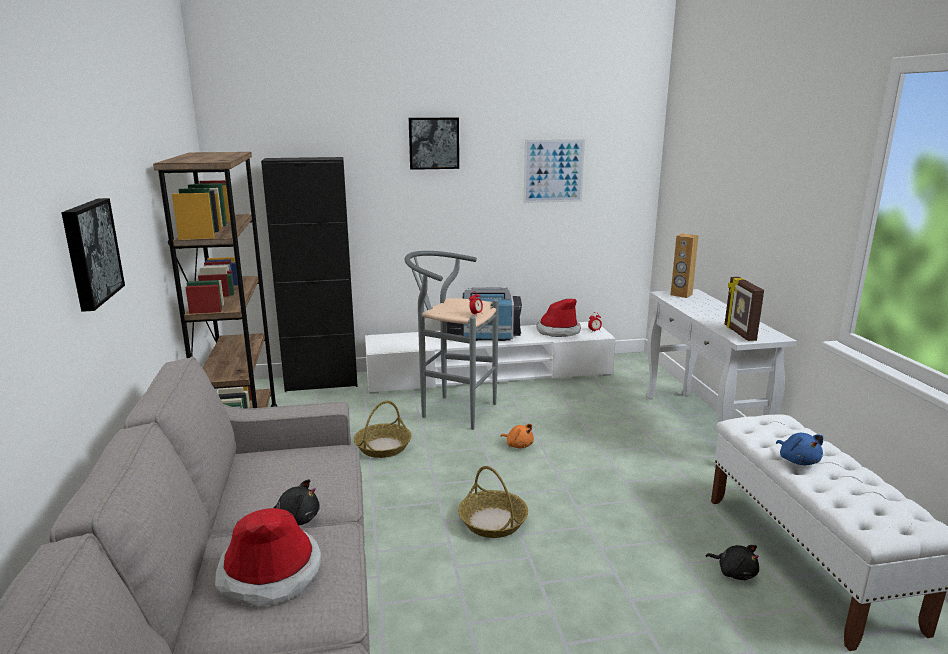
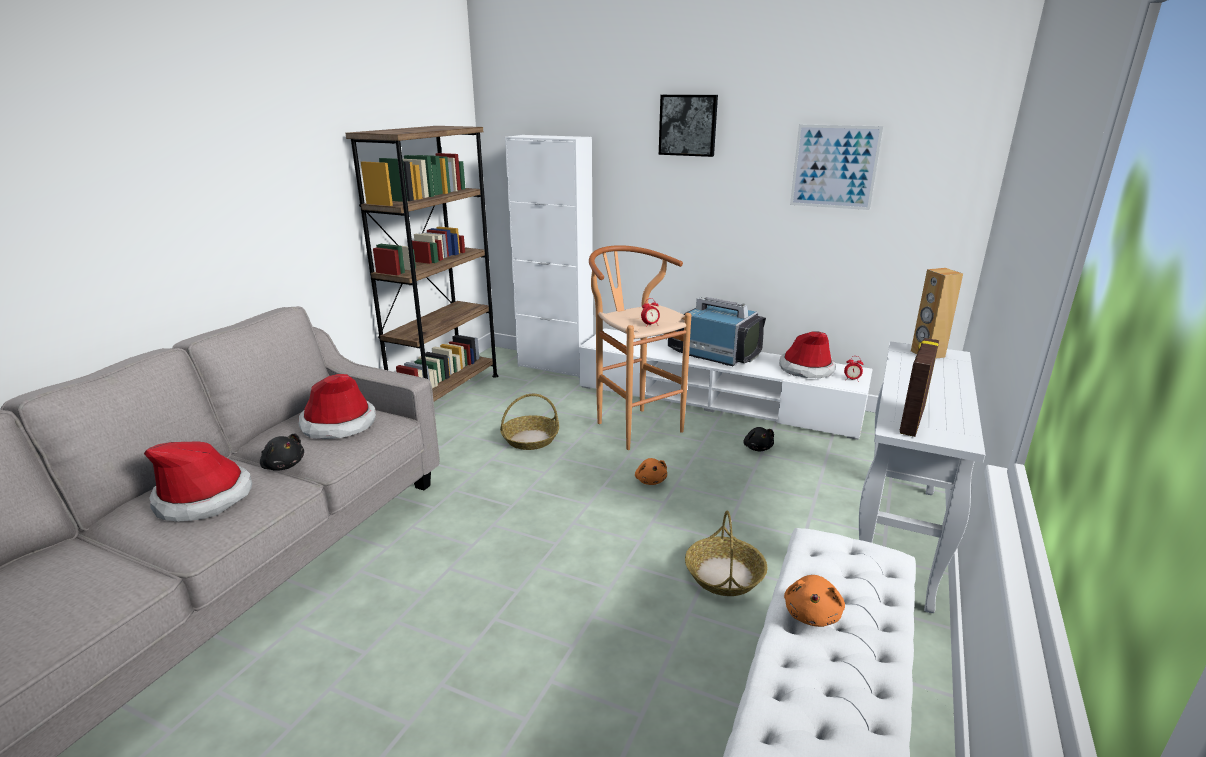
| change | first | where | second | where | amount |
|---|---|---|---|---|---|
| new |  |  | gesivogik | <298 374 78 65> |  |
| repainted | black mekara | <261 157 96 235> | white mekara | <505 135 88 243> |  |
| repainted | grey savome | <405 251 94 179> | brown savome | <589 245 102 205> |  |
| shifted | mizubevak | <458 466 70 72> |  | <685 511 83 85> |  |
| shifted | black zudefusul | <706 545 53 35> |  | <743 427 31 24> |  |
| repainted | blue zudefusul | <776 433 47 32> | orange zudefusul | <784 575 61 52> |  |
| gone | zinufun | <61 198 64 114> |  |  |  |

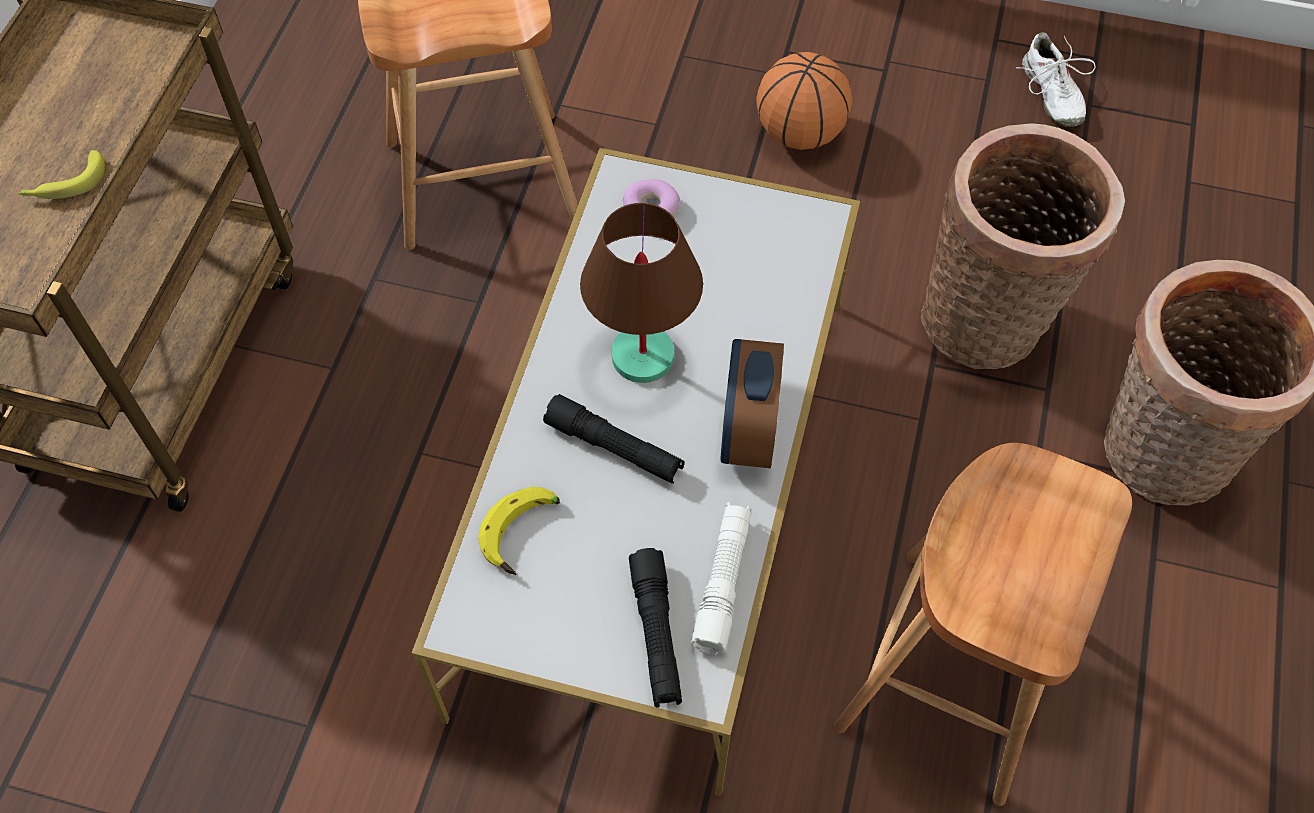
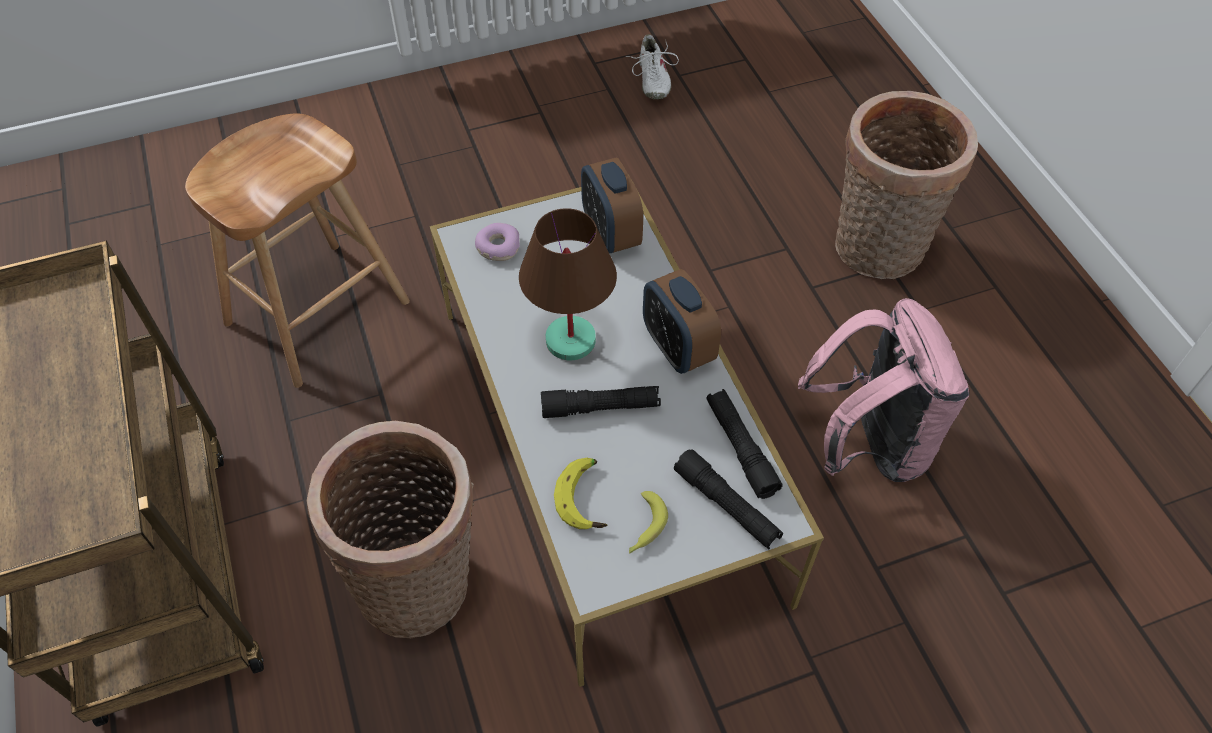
| change | first | where | second | where | amount |
|---|---|---|---|---|---|
| shifted | mizubevak | <921 123 204 246> |  | <307 421 167 217> |  |
| new |  |  | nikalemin | <581 157 62 97> |  |
| rotated | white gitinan | <1015 32 81 95> |  | <626 34 53 65> | 45 degrees clockwise |
| shifted | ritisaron | <18 150 87 49> |  | <629 491 39 63> |  |
| repainted | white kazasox | <691 502 61 153> | black kazasox | <706 389 77 110> |  |
| swapped | brown savome | <834 443 298 363> | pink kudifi | <798 298 171 184> |  |
| gone | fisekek | <756 52 97 98> |  |  |  |

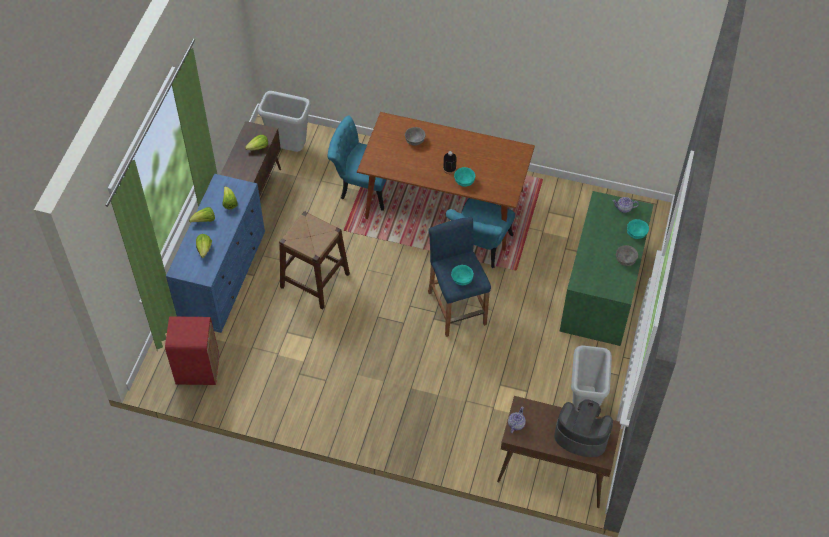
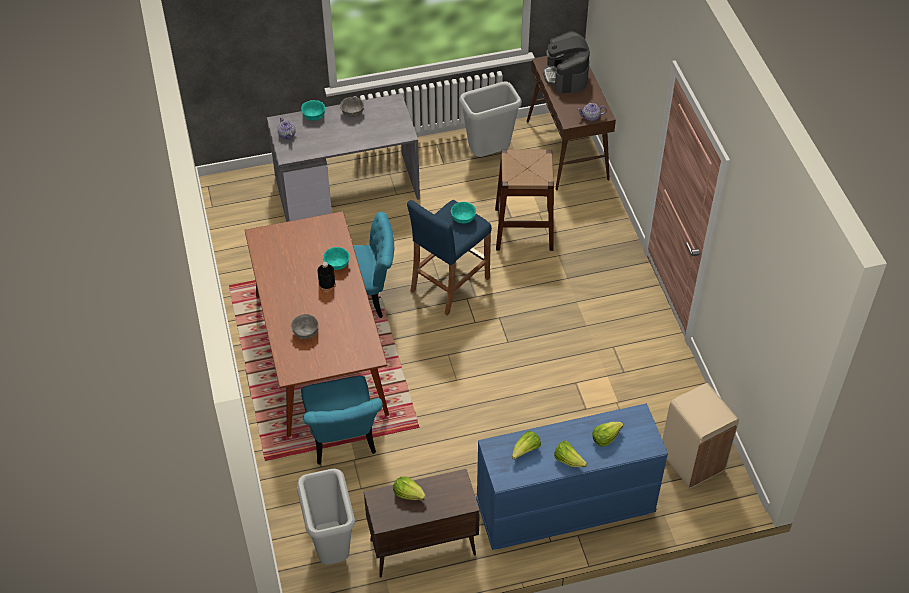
| change | first | where | second | where | amount |
|---|---|---|---|---|---|
| repainted | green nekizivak | <559 191 95 155> | grey nekizivak | <267 94 153 128> |  |
| shifted | brown savome | <279 211 71 98> |  | <495 149 59 102> |  |
| repainted | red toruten | <165 316 54 69> | beige toruten | <662 383 77 105> |  |

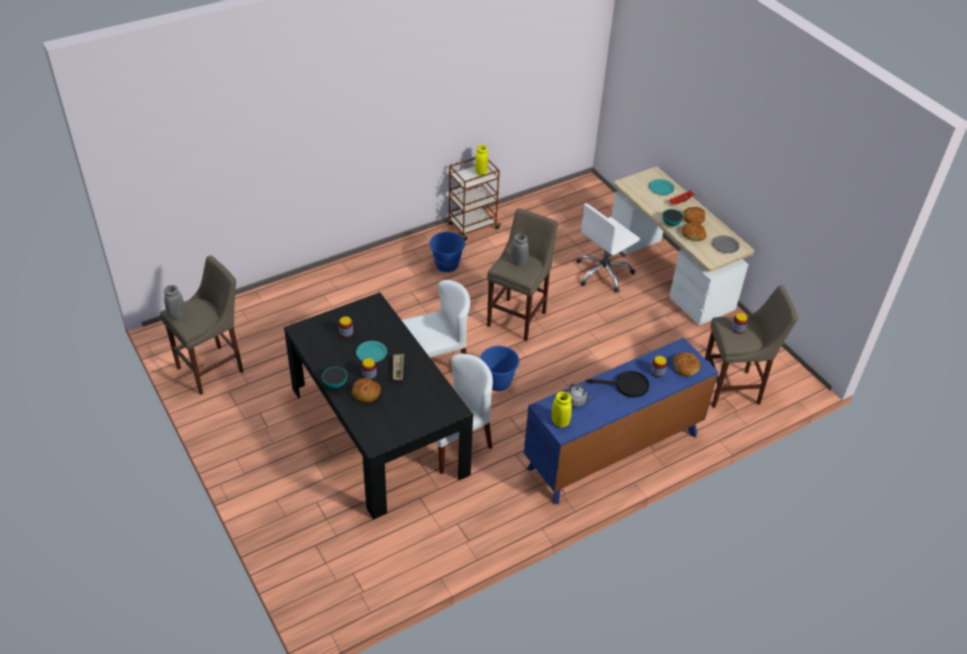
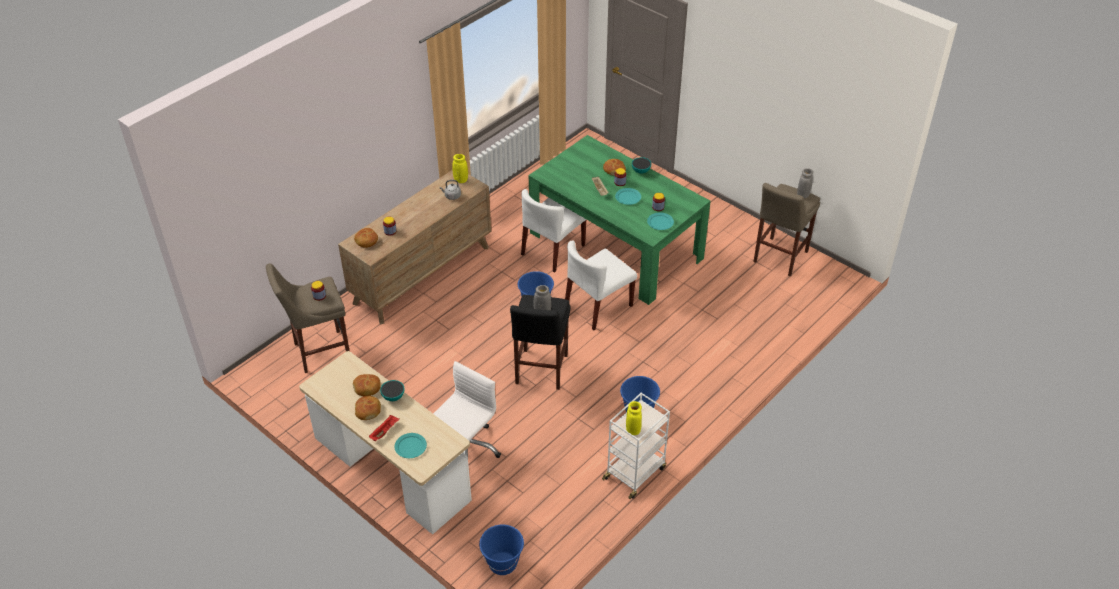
| change | first | where | second | where | amount |
|---|---|---|---|---|---|
| repainted | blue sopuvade | <524 337 194 167> | brown sopuvade | <338 170 153 154> |  |
| new |  |  | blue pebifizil | <479 524 45 51> |  |
| repainted | beige savome | <487 208 71 133> | black savome | <510 295 60 95> |  |
| repainted | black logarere | <284 292 189 228> | green logarere | <529 135 182 170> |  |
| repainted | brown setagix | <447 157 55 84> | white setagix | <602 393 68 107> |  |
| new |  |  | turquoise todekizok | <647 212 27 18> |  |
| gone | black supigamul | <587 371 62 26> |  |  |  |
| gone | grey todekizok | <712 235 28 18> |  |  |  |

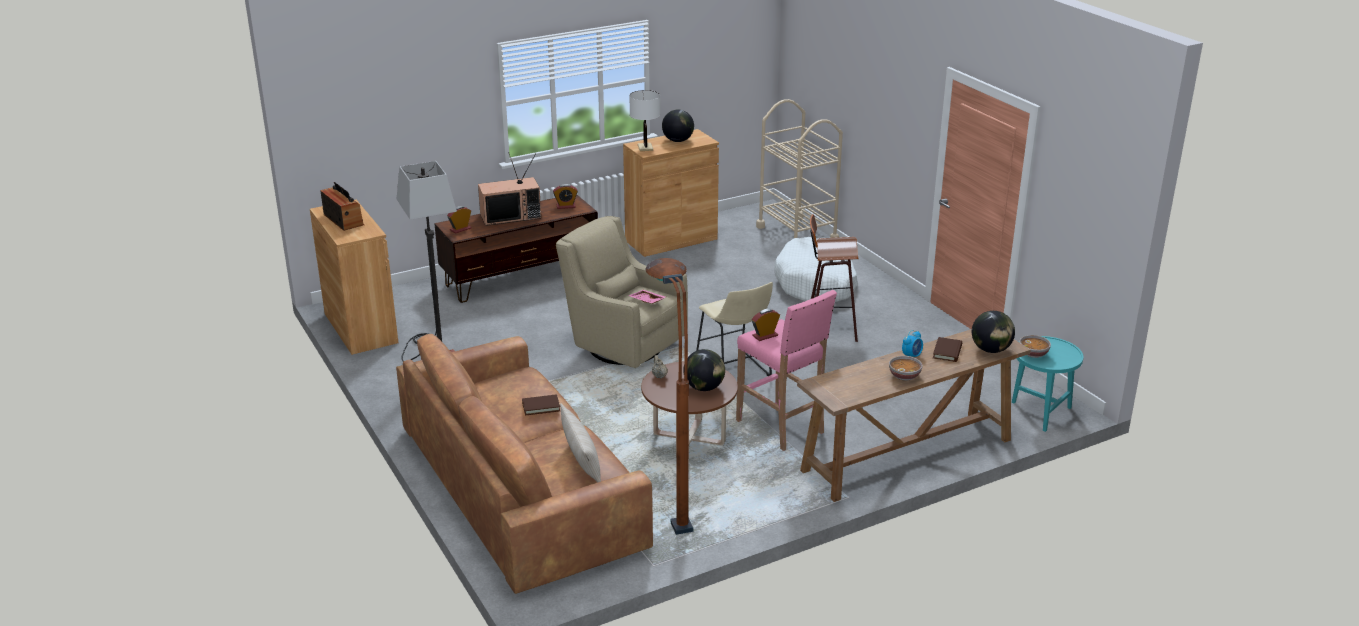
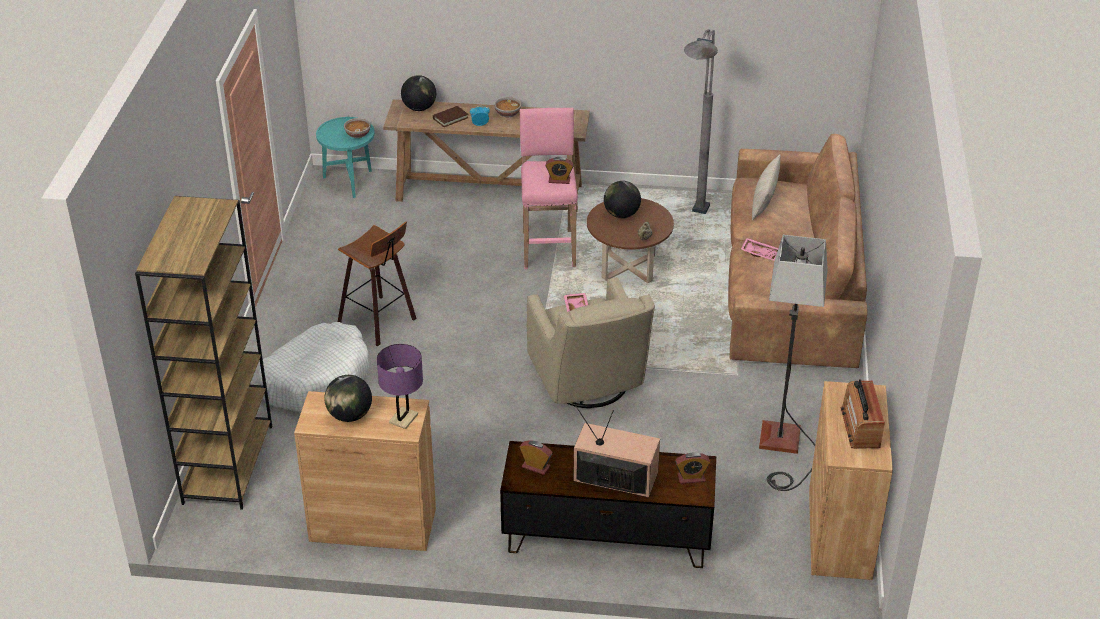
| change | first | where | second | where | amount |
|---|---|---|---|---|---|
| swapped | beige setagix | <756 99 87 139> | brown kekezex | <135 196 137 314> |  |
| repainted | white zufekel | <629 90 31 61> | purple zufekel | <377 344 46 85> |  |
| repainted | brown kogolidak | <645 258 48 277> | grey kogolidak | <684 29 34 185> |  |
| swapped | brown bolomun | <522 394 38 22> | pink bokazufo | <741 238 37 23> |  |
| gone | beige savome | <696 282 77 94> |  |  |  |

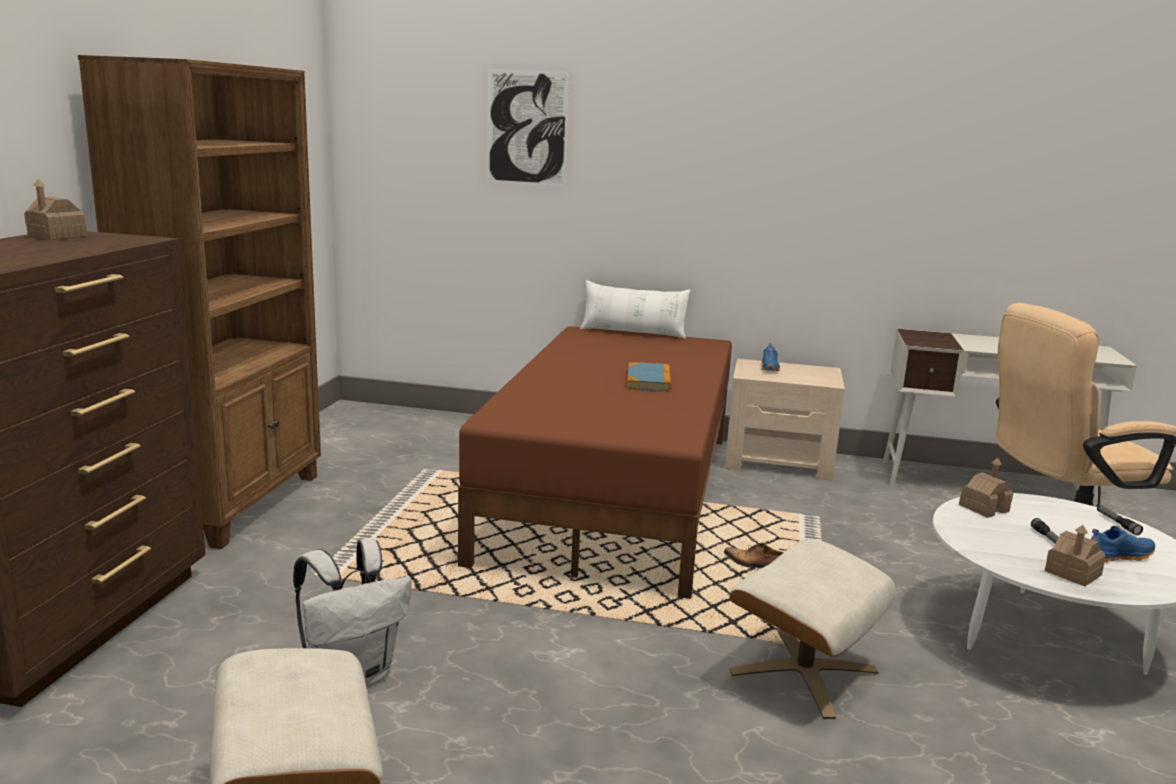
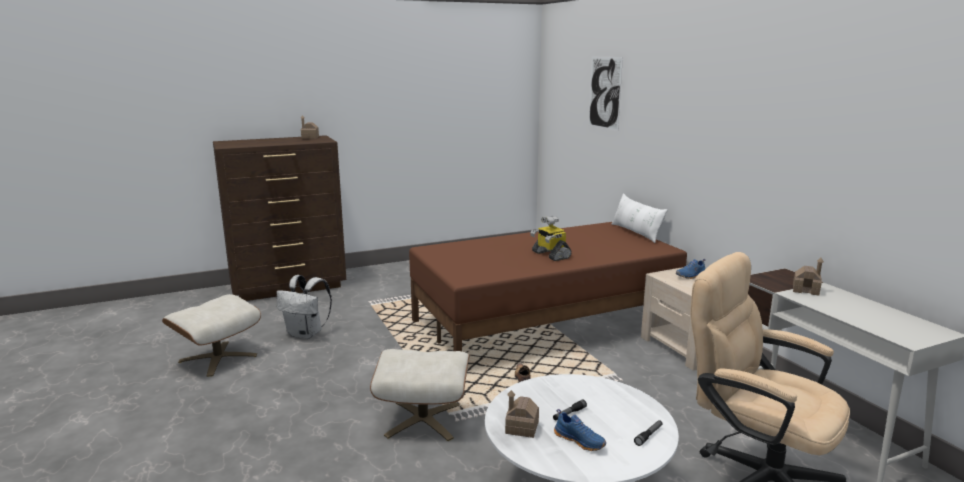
| change | first | where | second | where | amount |
|---|---|---|---|---|---|
| swapped | bolomun | <627 362 44 30> | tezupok | <530 216 42 45> |  |
| shifted | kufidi | <959 458 54 60> |  | <793 258 31 38> |  |
| gone | brown kekezex | <78 55 243 494> |  |  |  |

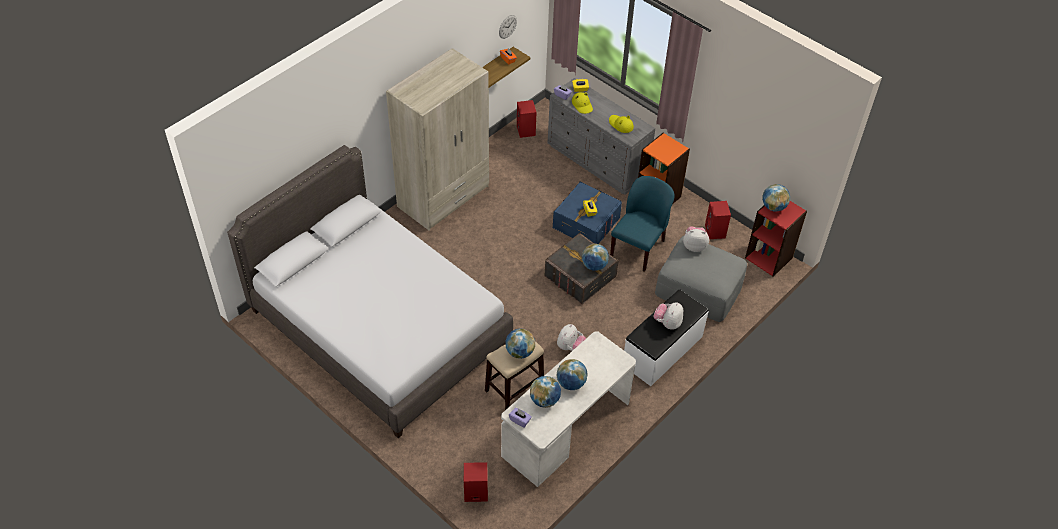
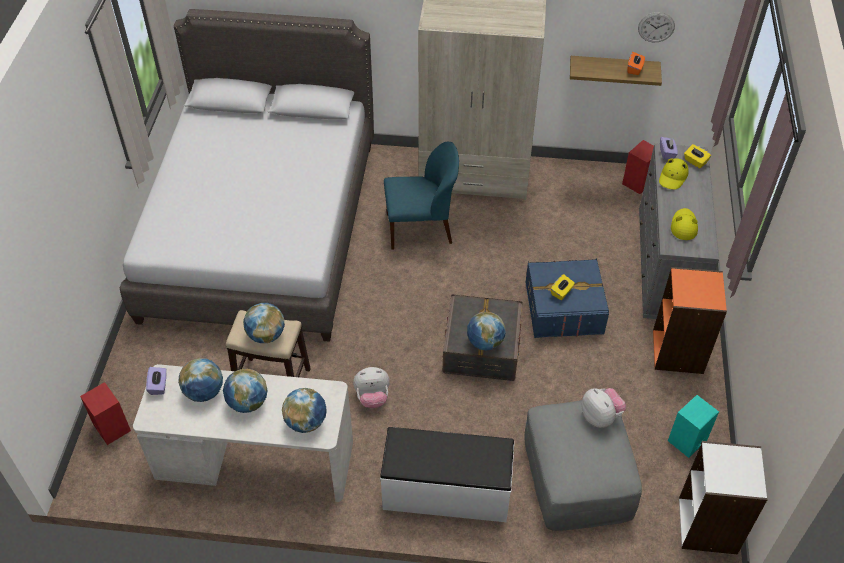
| change | first | where | second | where | amount |
|---|---|---|---|---|---|
| shifted | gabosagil | <762 184 28 27> |  | <282 388 45 45> |  |
| shifted | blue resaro | <610 176 65 96> |  | <384 142 75 108> |  |
| repainted | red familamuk | <705 201 26 38> | turquoise familamuk | <668 395 51 63> |  |
| repainted | red kekezex | <745 201 62 76> | white kekezex | <679 441 88 114> |  |
| gone | zudefusul | <654 302 29 28> |  |  |  |

